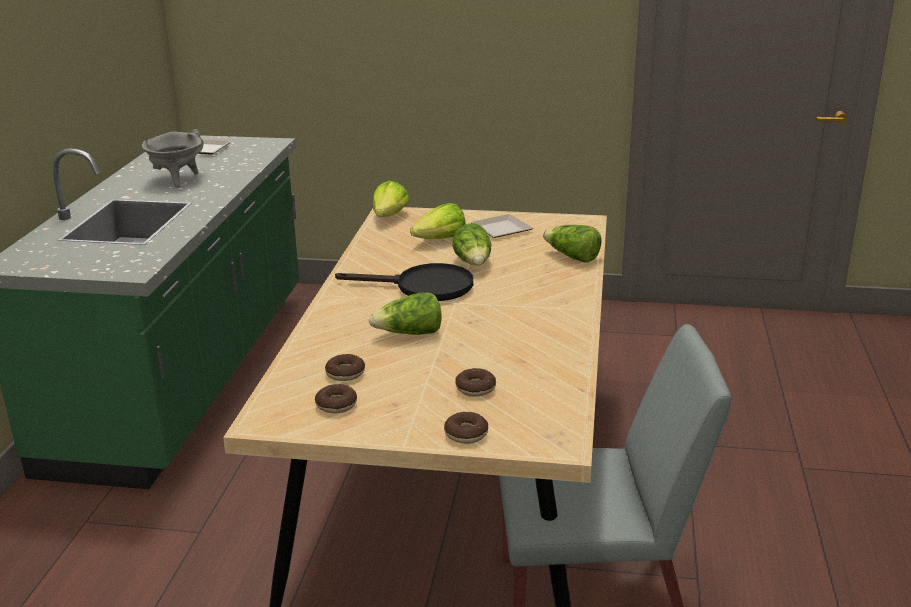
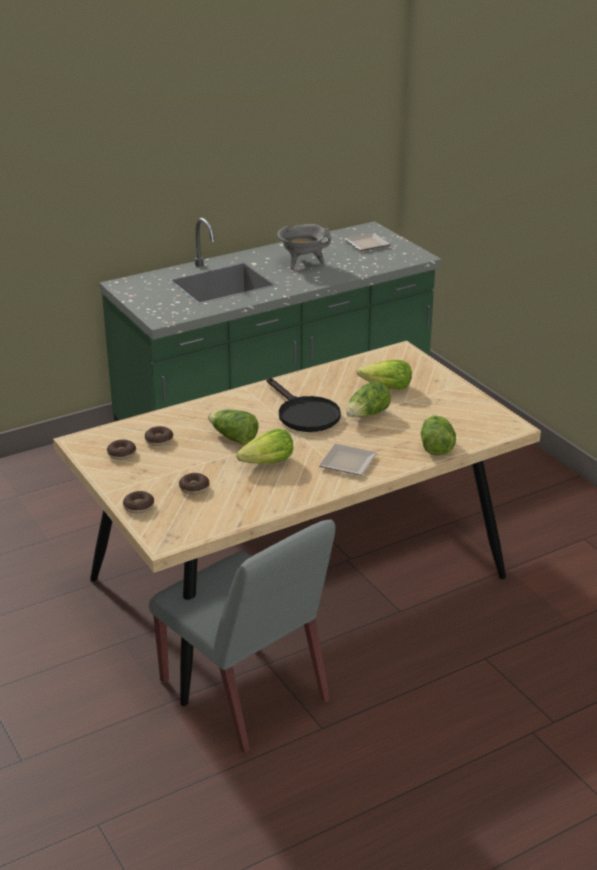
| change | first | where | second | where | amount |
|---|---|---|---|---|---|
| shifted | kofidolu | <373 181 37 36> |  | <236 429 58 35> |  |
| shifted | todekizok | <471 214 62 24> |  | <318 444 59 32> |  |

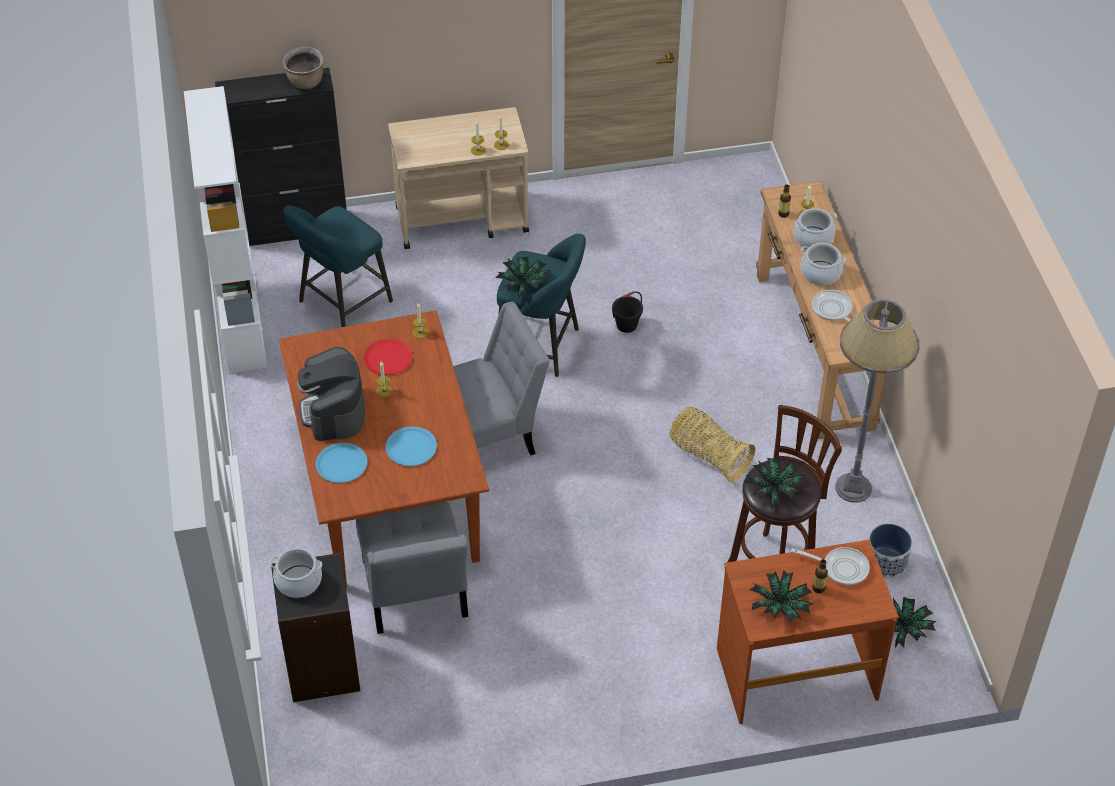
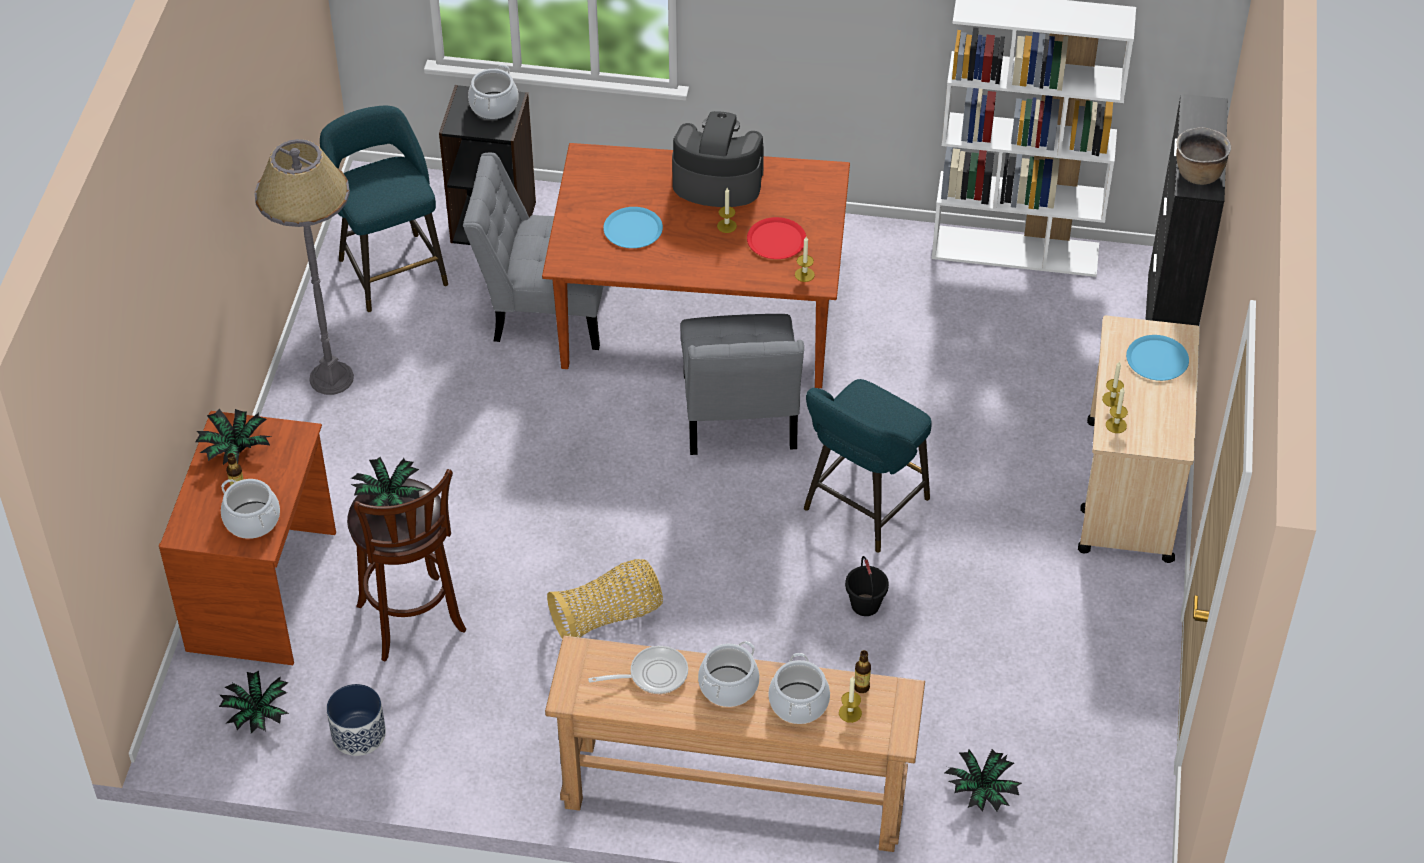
| change | first | where | second | where | amount |
|---|---|---|---|---|---|
| swapped | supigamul | <791 547 79 38> | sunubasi | <221 479 59 60> |  |
| shifted | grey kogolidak | <835 299 85 204> |  | <254 139 100 256> |  |
| shifted | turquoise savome | <283 205 110 122> |  | <320 106 128 206> |  |
| shifted | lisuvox | <496 257 56 42> |  | <945 749 77 63> |  |
| shifted | blue todekizok | <316 443 51 40> |  | <1126 335 63 46> |  |

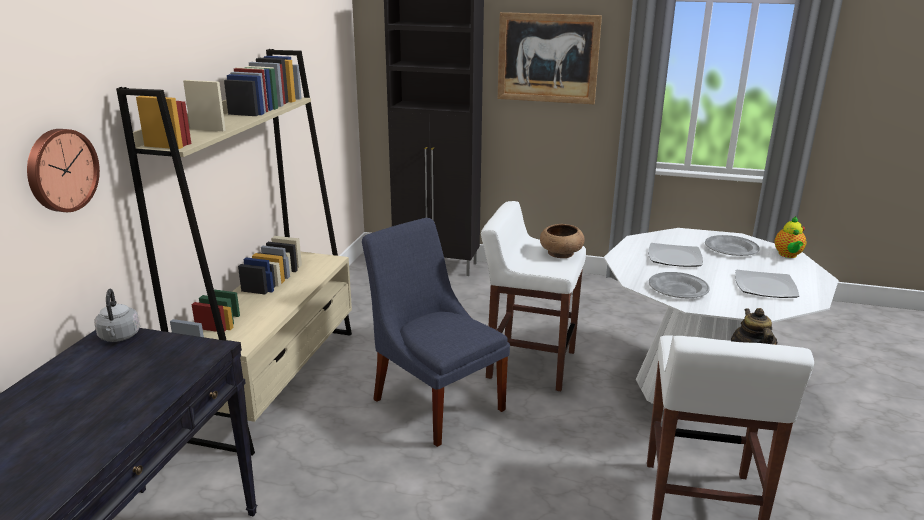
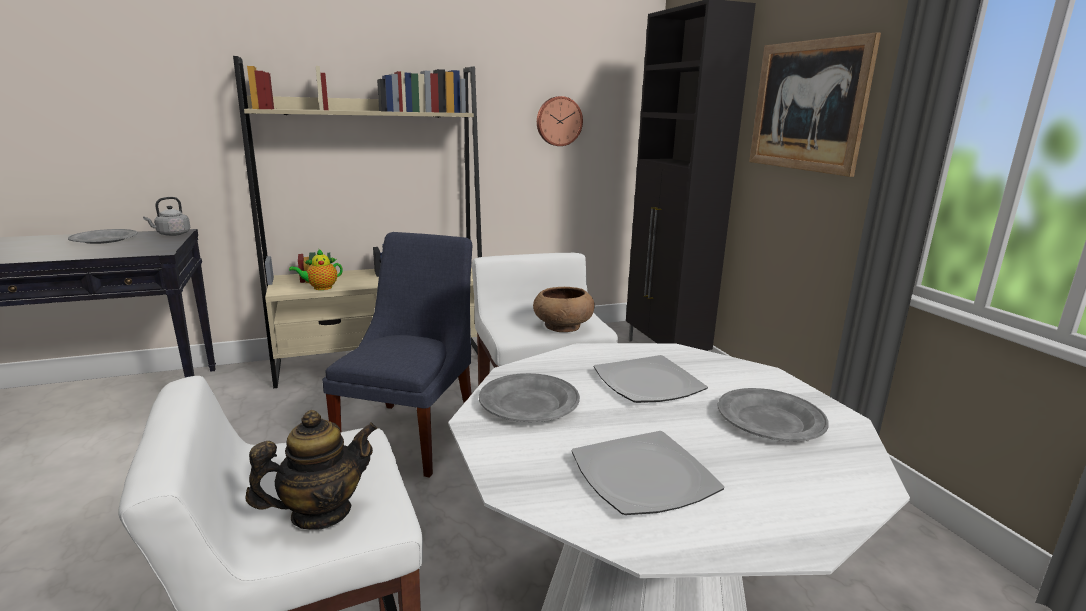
| change | first | where | second | where | amount |
|---|---|---|---|---|---|
| new |  |  | grey todekizok | <68 229 70 15> |  |
| shifted | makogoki | <775 216 32 42> |  | <289 249 54 41> |  |
| shifted | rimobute | <27 129 73 83> |  | <537 96 46 50> |  |

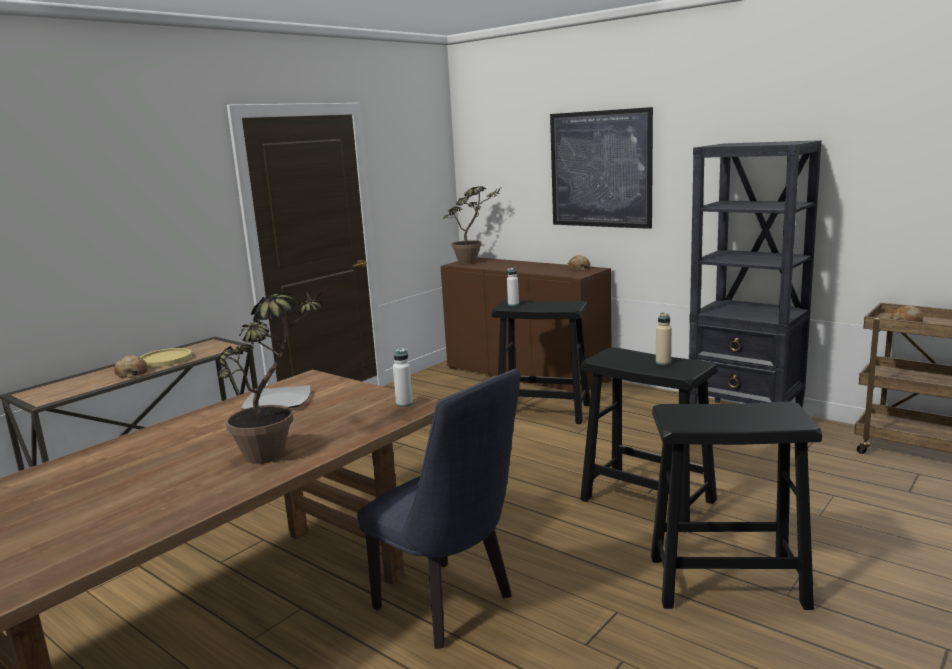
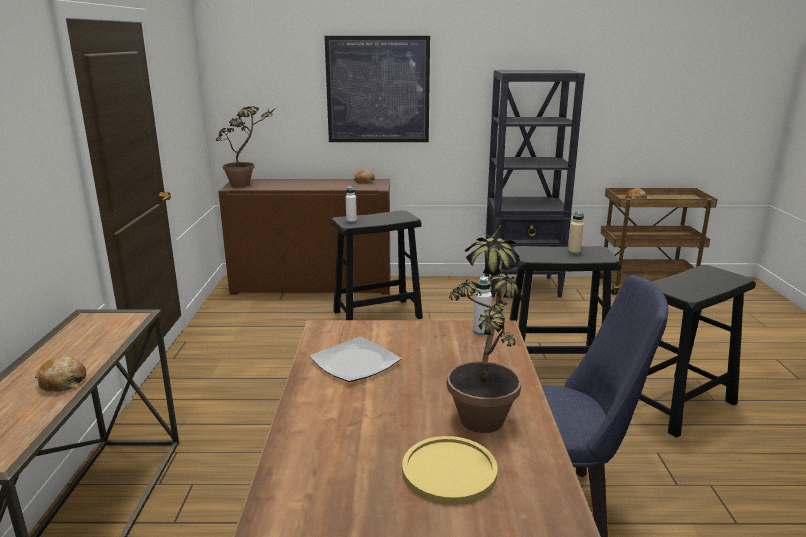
| change | first | where | second | where | amount |
|---|---|---|---|---|---|
| shifted | yellow todekizok | <140 348 52 19> |  | <402 436 96 69> |  |

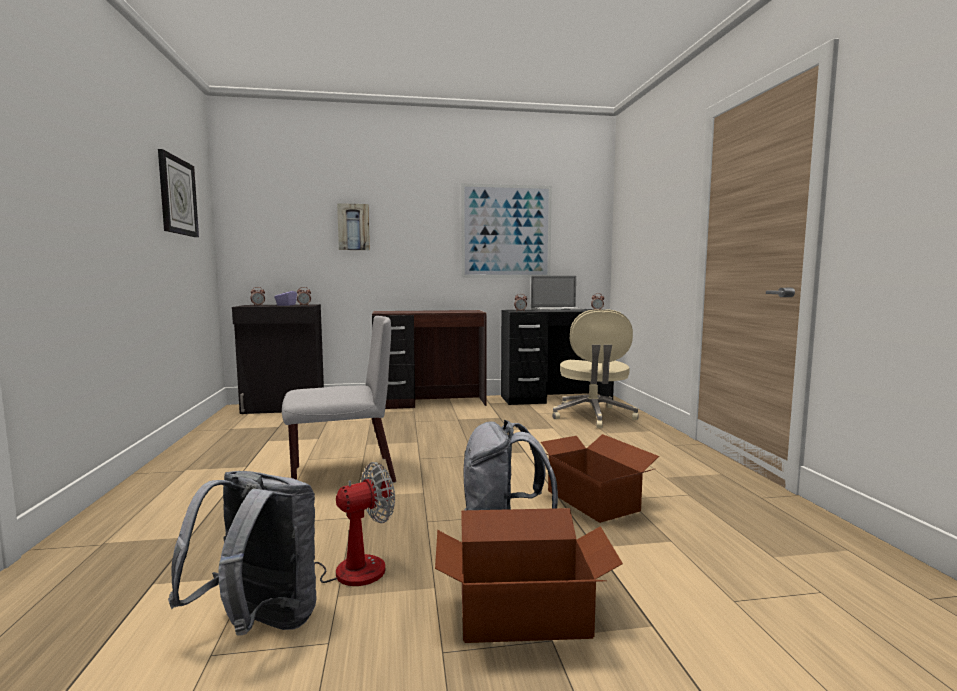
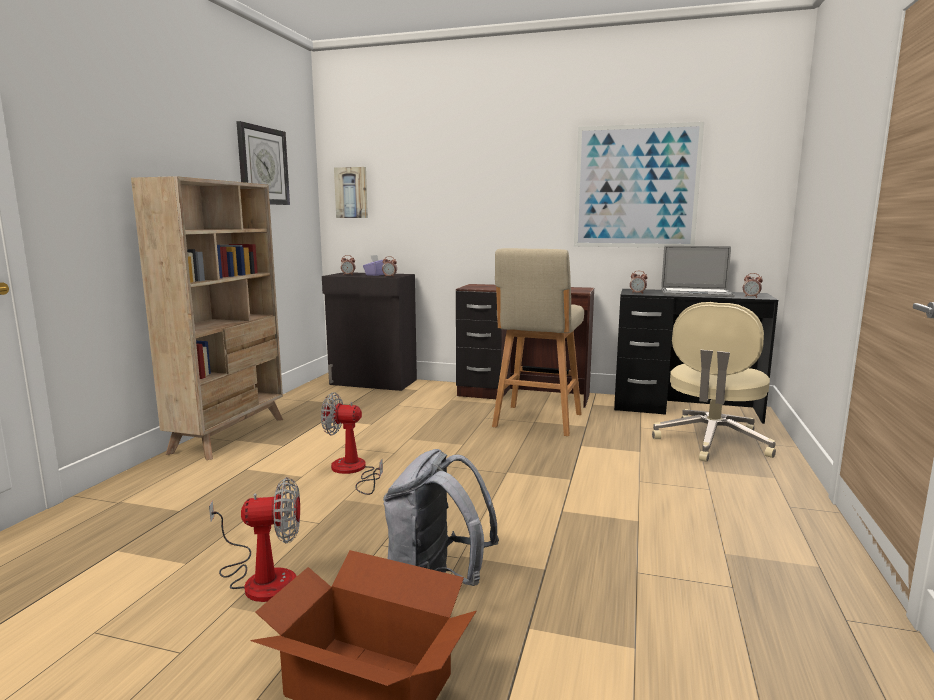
| change | first | where | second | where | amount |
|---|---|---|---|---|---|
| new |  |  | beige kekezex | <131 176 152 284> |  |
| swapped | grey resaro | <282 316 114 167> | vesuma | <321 392 62 103> |  |
| shifted | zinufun | <337 203 33 47> |  | <334 167 34 51> |  |
| new |  |  | beige savome | <492 248 92 188> |  |
| gone | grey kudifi | <168 471 149 164> |  |  |  |
| gone | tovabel | <541 434 118 89> |  |  |  |

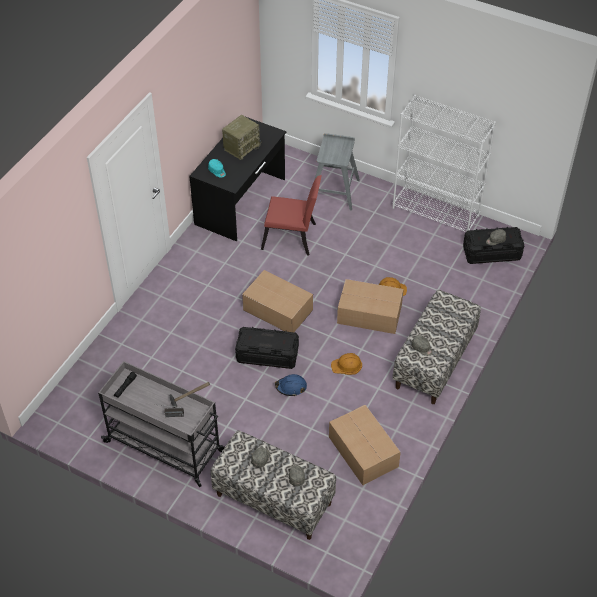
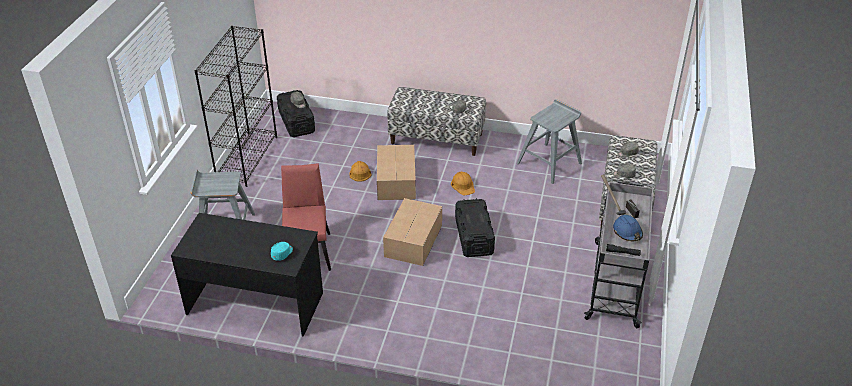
| change | first | where | second | where | amount |
|---|---|---|---|---|---|
| repainted | white kekezex | <393 95 103 137> | black kekezex | <195 26 82 161> |  |
| swapped | tovabel | <329 405 72 80> | grey savome | <516 99 66 85> |  |
| shifted | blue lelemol | <275 374 32 22> |  | <613 215 30 26> |  |
| gone | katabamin | <222 115 40 45> |  |  |  |

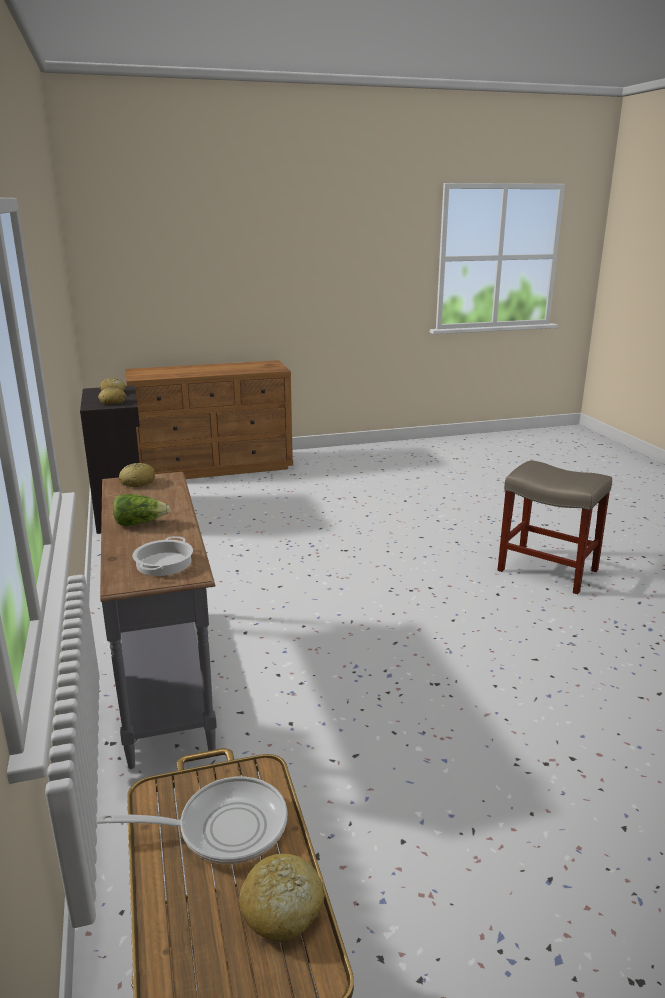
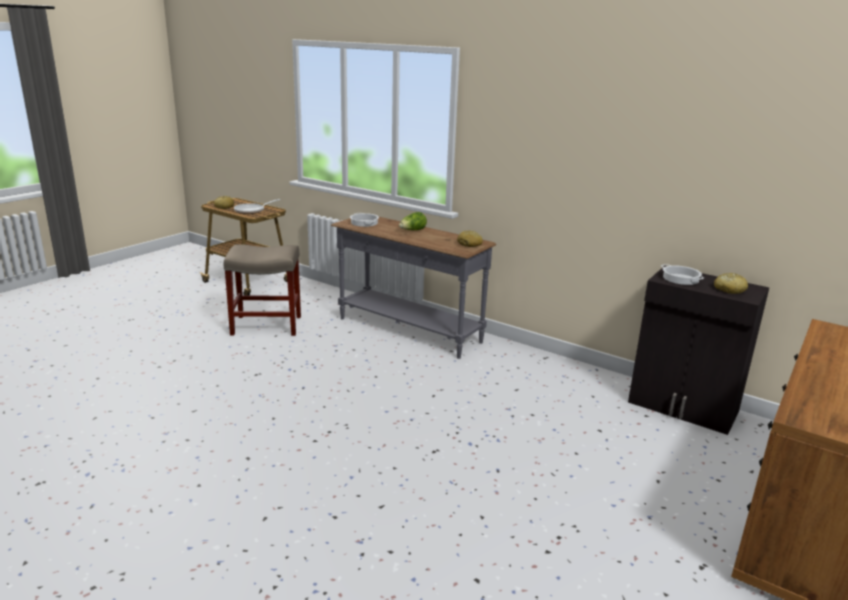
| change | first | where | second | where | amount |
|---|---|---|---|---|---|
| shifted | beige savome | <498 460 114 134> |  | <224 244 77 92> |  |
| swapped | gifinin | <98 387 28 17> | sunubasi | <661 264 43 21> |  |

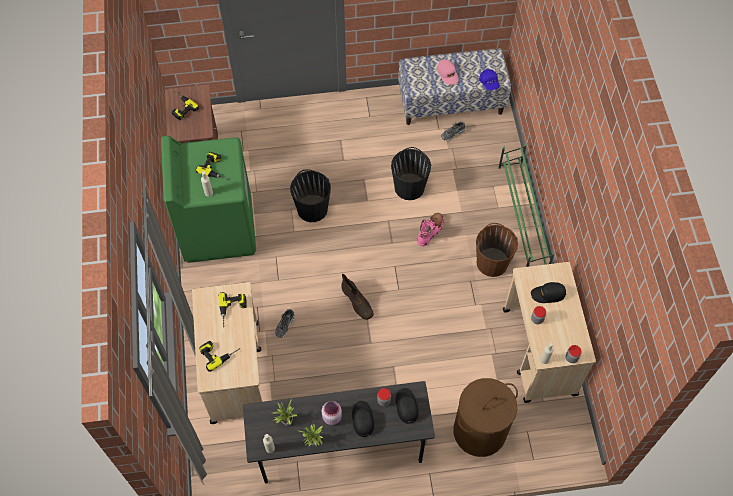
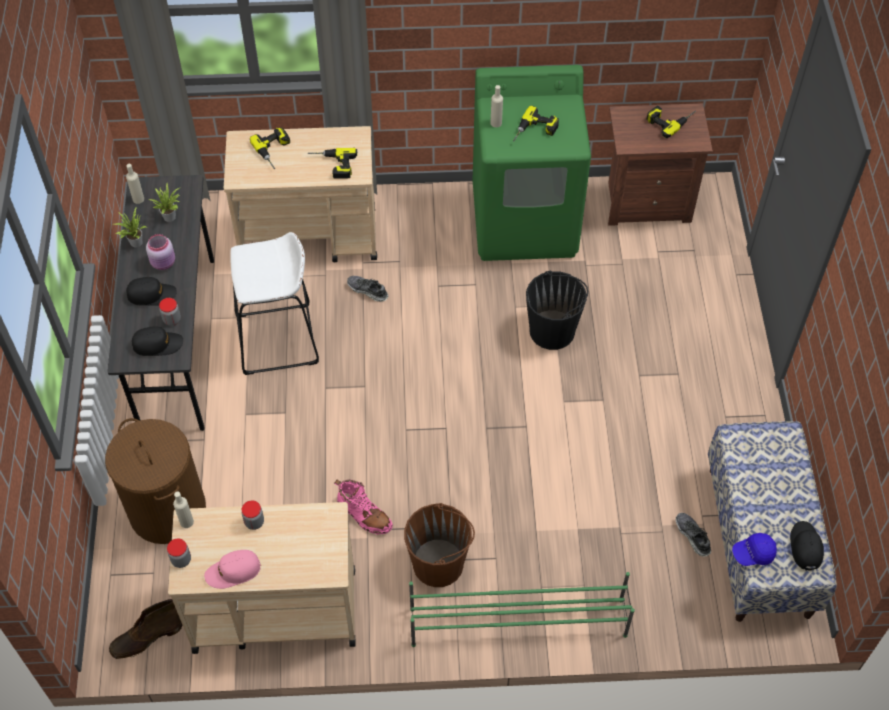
| change | first | where | second | where | amount |
|---|---|---|---|---|---|
| shifted | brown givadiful | <341 274 33 46> |  | <109 599 73 60> |  |
| shifted | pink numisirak | <437 59 22 26> |  | <204 550 57 39> |  |
| new |  |  | white savome | <230 232 89 143> |  |
| shifted | pink givadiful | <417 213 27 33> |  | <334 479 59 55> |  |
| shifted | black numisirak | <531 282 35 21> |  | <790 521 34 50> |  |
| gone | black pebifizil | <391 147 40 53> |  |  |  |

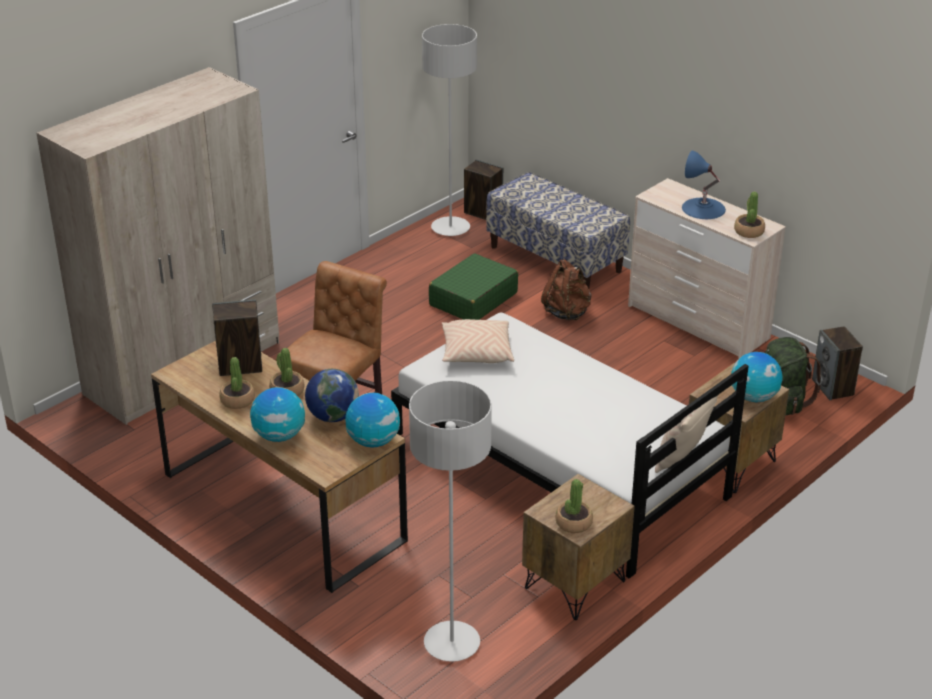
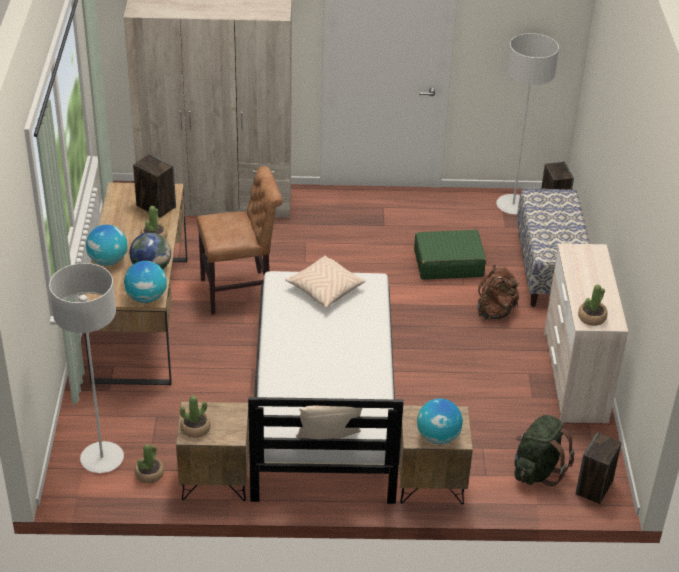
| change | first | where | second | where | amount |
|---|---|---|---|---|---|
| shifted | lisuvox | <219 357 36 52> |  | <135 444 29 40> |  |
| gone | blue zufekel | <682 150 44 69> |  |  |  |

